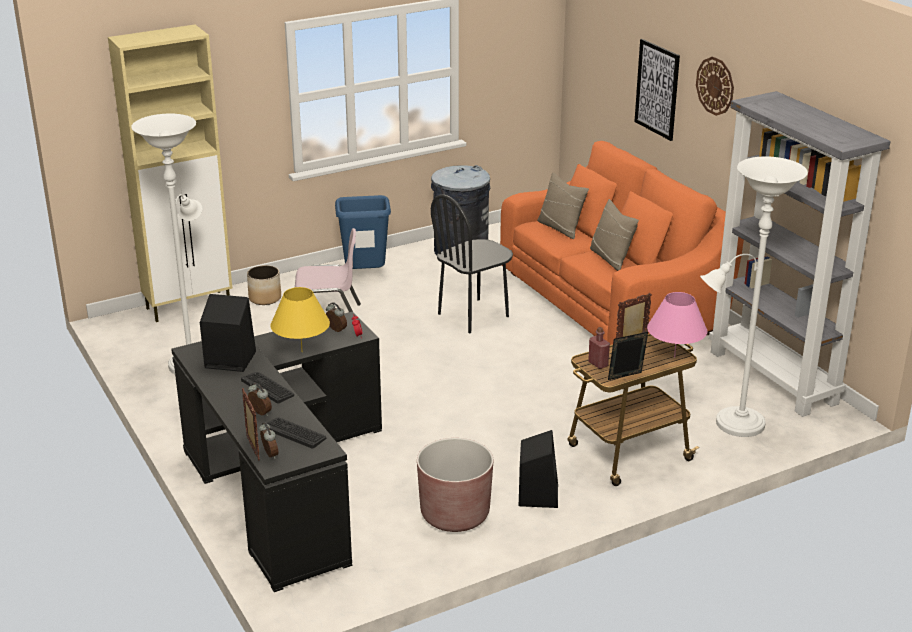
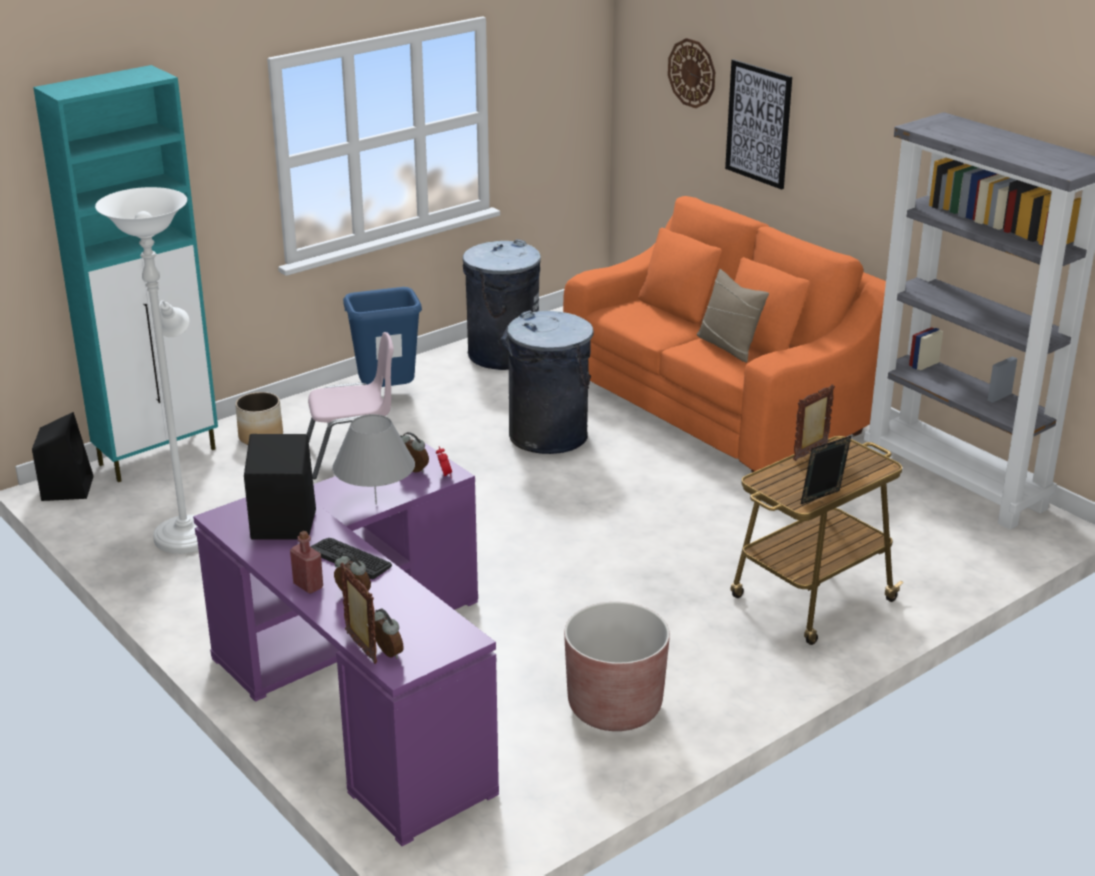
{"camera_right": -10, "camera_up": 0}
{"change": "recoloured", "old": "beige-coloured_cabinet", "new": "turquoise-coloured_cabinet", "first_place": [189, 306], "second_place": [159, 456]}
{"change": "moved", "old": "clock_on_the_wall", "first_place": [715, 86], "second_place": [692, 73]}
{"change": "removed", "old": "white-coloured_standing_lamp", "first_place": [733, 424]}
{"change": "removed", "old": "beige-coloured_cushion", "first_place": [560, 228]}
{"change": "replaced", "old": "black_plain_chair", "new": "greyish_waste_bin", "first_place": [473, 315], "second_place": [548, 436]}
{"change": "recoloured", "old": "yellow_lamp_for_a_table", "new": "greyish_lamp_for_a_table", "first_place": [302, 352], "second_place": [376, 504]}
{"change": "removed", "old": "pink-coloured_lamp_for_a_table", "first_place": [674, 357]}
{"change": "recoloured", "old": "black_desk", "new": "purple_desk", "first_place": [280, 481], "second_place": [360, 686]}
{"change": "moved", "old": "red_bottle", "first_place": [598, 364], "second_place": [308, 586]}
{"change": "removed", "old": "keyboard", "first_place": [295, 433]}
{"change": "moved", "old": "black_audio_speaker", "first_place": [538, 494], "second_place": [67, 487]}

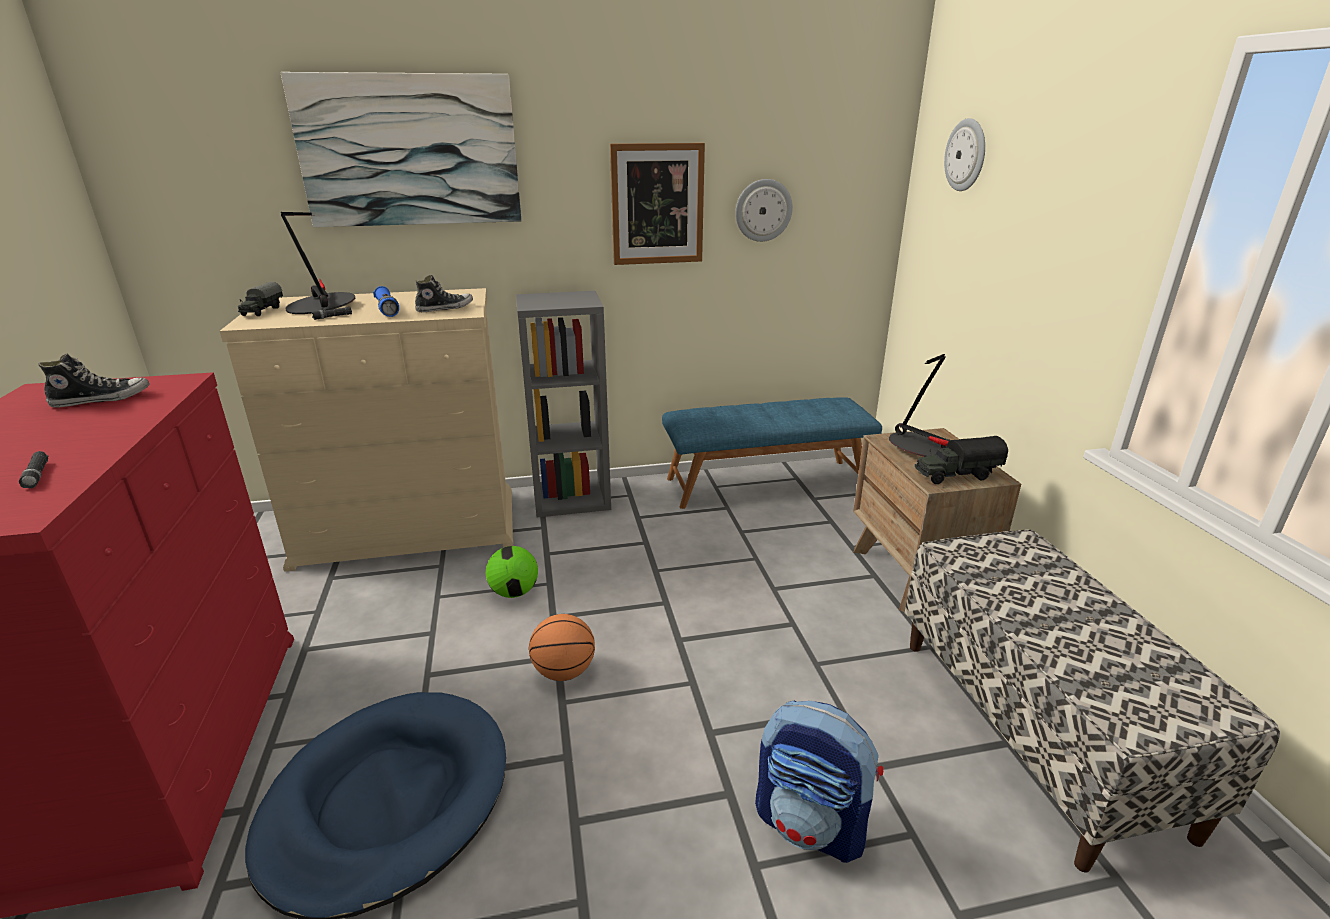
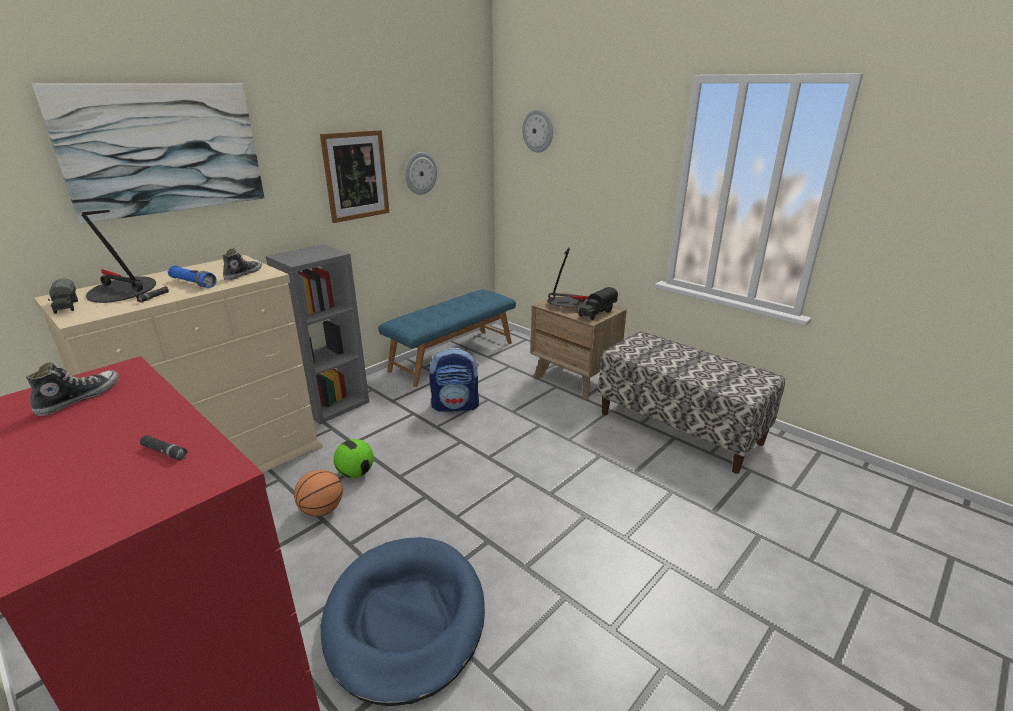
{"camera_right": -35, "camera_up": 0}
{"change": "moved", "old": "basketball_ball", "first_place": [564, 671], "second_place": [322, 510]}
{"change": "moved", "old": "knapsack", "first_place": [811, 824], "second_place": [456, 406]}

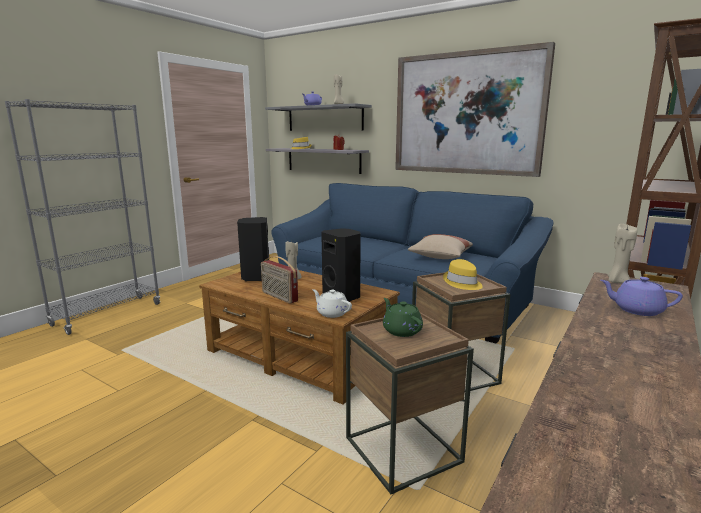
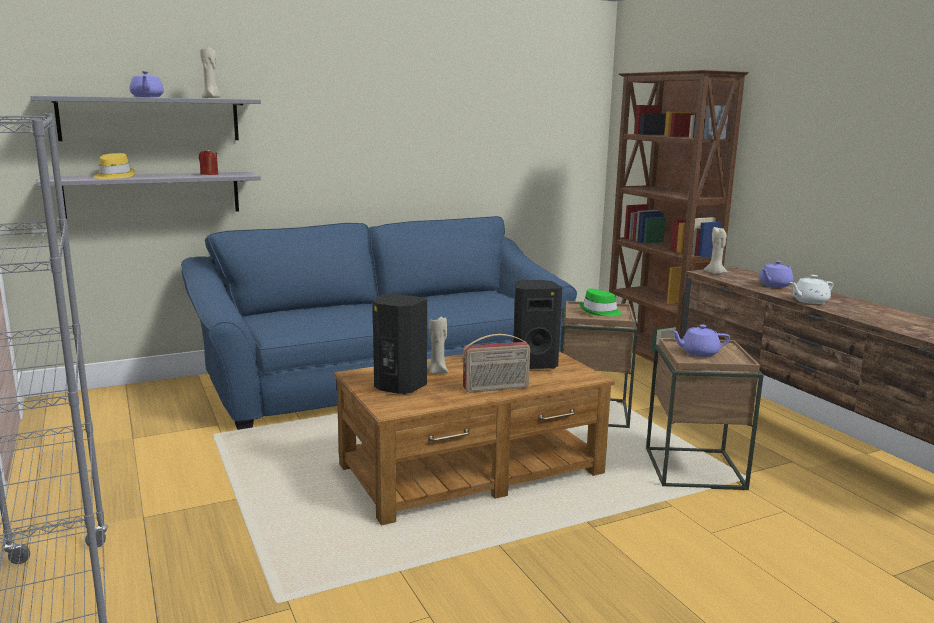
{"camera_right": -60, "camera_up": 0}
{"change": "removed", "old": "wall_picture", "first_place": [467, 114]}
{"change": "removed", "old": "beige-coloured_cushion", "first_place": [440, 257]}
{"change": "recoloured", "old": "yellow_wearable_hat", "new": "green_wearable_hat", "first_place": [462, 283], "second_place": [600, 312]}
{"change": "moved", "old": "white-coloured_teapot", "first_place": [331, 313], "second_place": [809, 301]}
{"change": "recoloured", "old": "green_teapot", "new": "purple_teapot", "first_place": [401, 330], "second_place": [698, 353]}

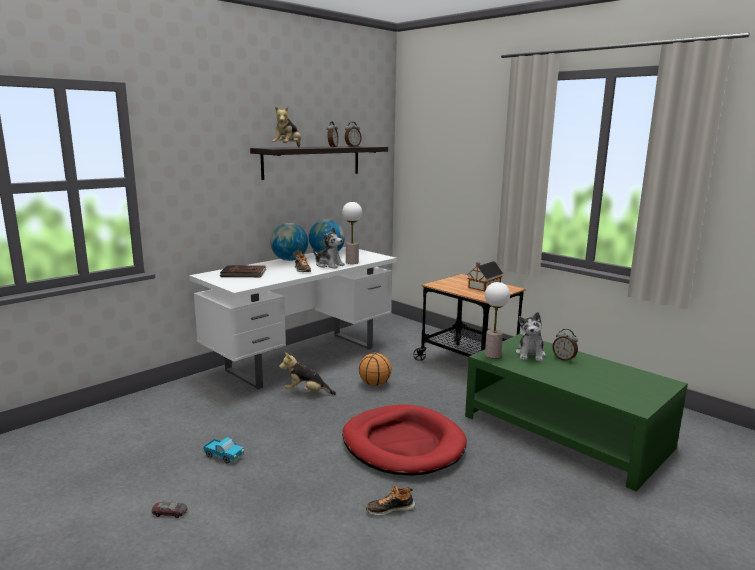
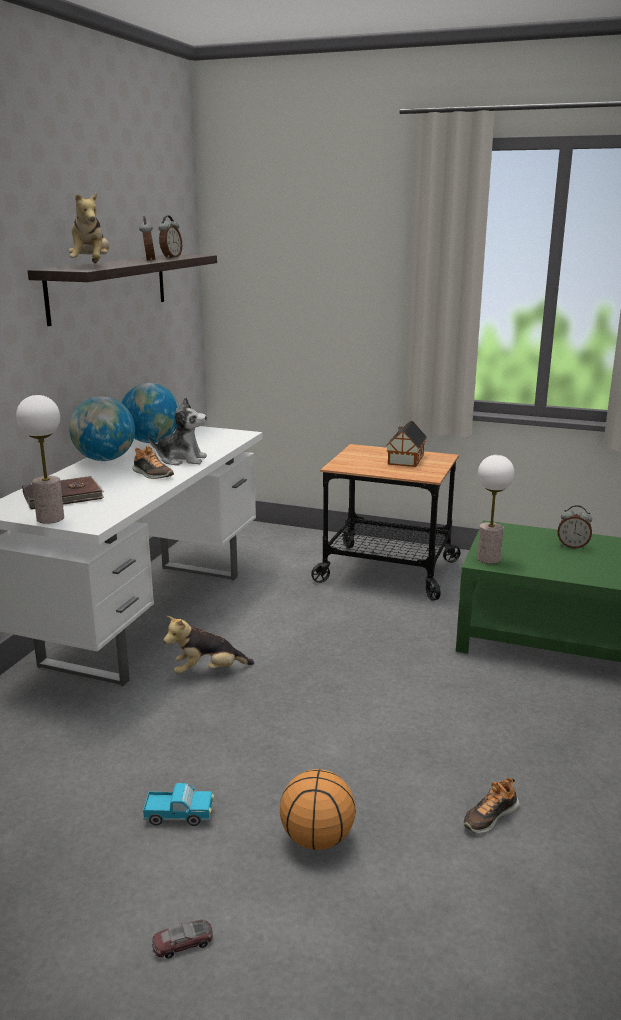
{"camera_right": -25, "camera_up": 5}
{"change": "moved", "old": "lamp_for_a_table", "first_place": [352, 262], "second_place": [50, 518]}
{"change": "removed", "old": "plush_toy", "first_place": [530, 354]}
{"change": "moved", "old": "basketball_ball", "first_place": [375, 384], "second_place": [318, 838]}
{"change": "removed", "old": "red_pet_bed", "first_place": [403, 444]}

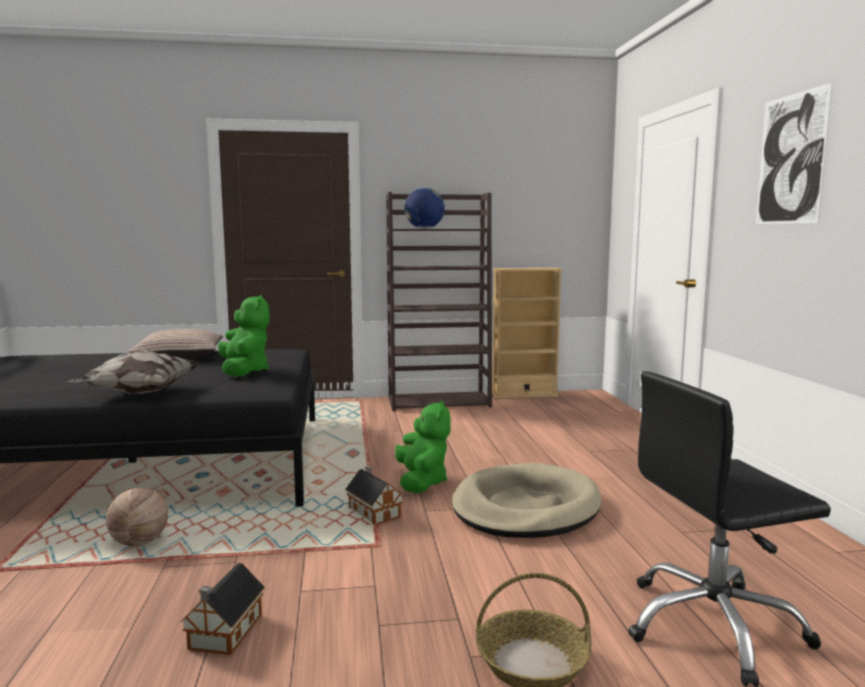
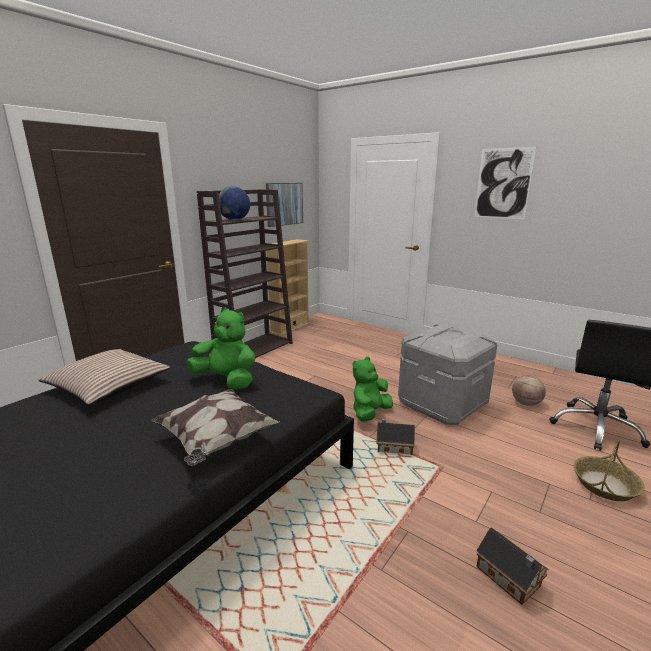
{"camera_right": -45, "camera_up": 10}
{"change": "turned", "old": "green_plush_toy", "first_place": [421, 482], "second_place": [370, 413], "degrees": -90}
{"change": "replaced", "old": "beige-coloured_pet_bed", "new": "greyish_storage_container", "first_place": [525, 508], "second_place": [442, 404]}
{"change": "moved", "old": "basketball_ball", "first_place": [139, 543], "second_place": [526, 403]}
{"change": "added", "new": "wall_picture", "second_place": [284, 204]}

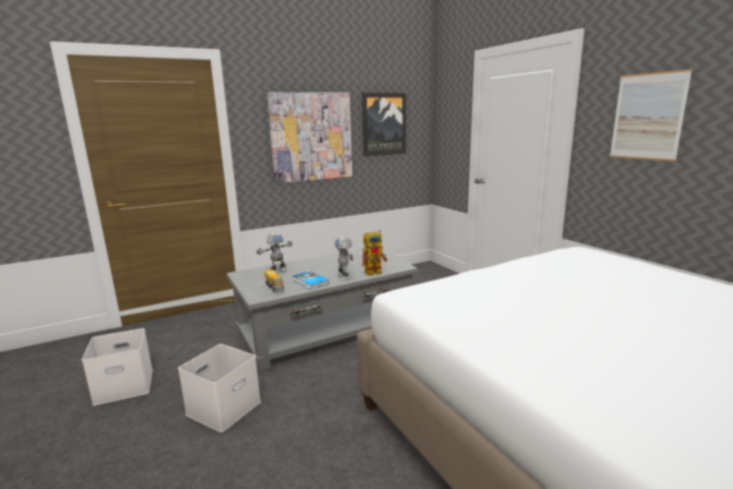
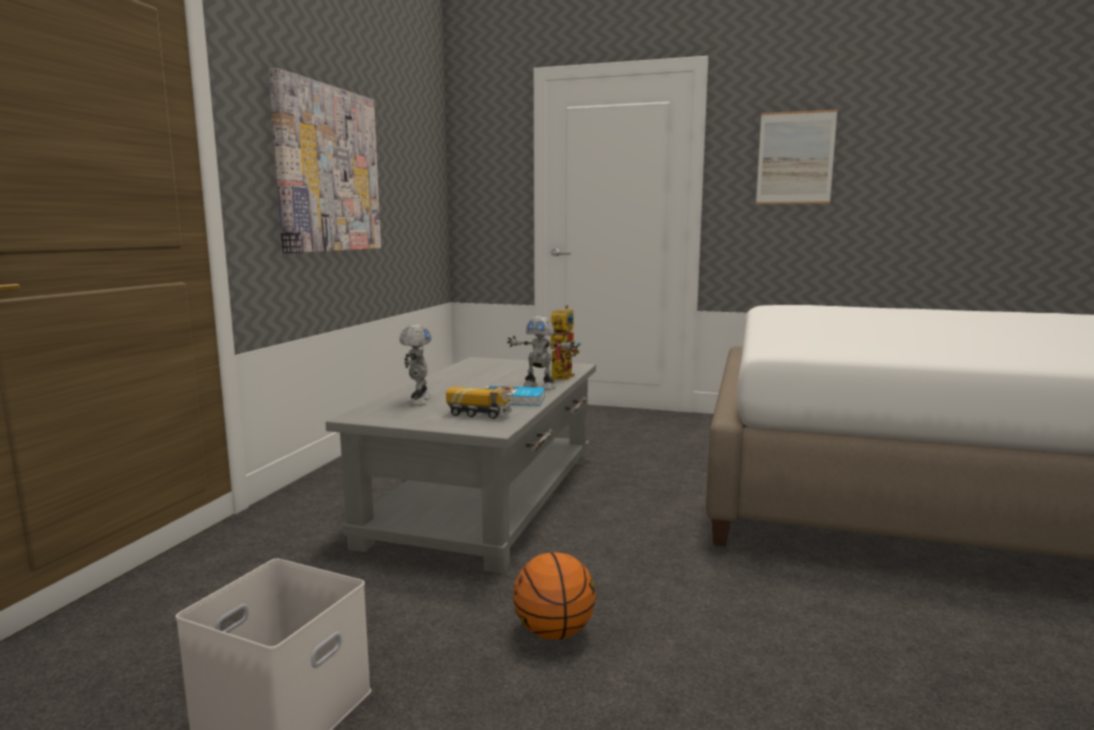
{"camera_right": -45, "camera_up": -5}
{"change": "removed", "old": "wall_picture", "first_place": [384, 124]}
{"change": "replaced", "old": "white-coloured_storage_container", "new": "basketball_ball", "first_place": [224, 407], "second_place": [554, 632]}

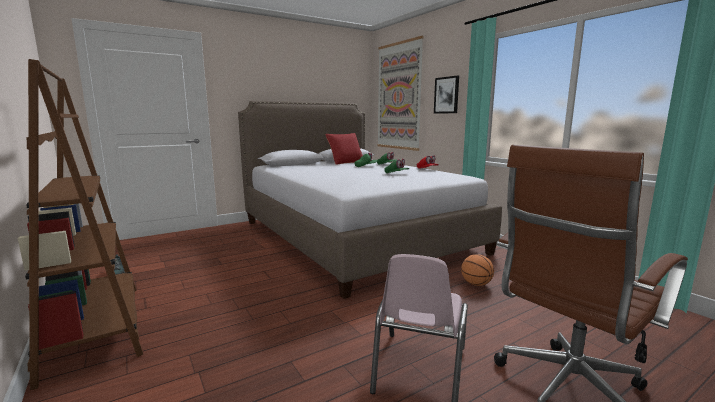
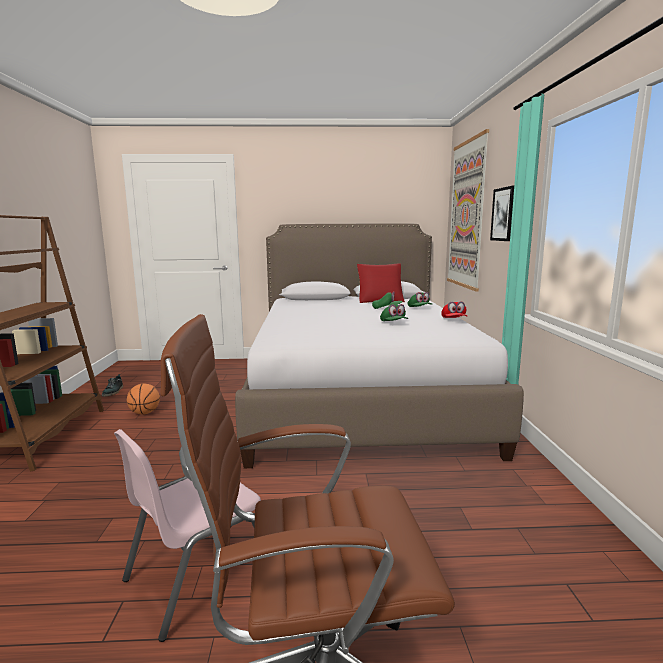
{"camera_right": 30, "camera_up": 0}
{"change": "moved", "old": "basketball_ball", "first_place": [476, 284], "second_place": [144, 413]}

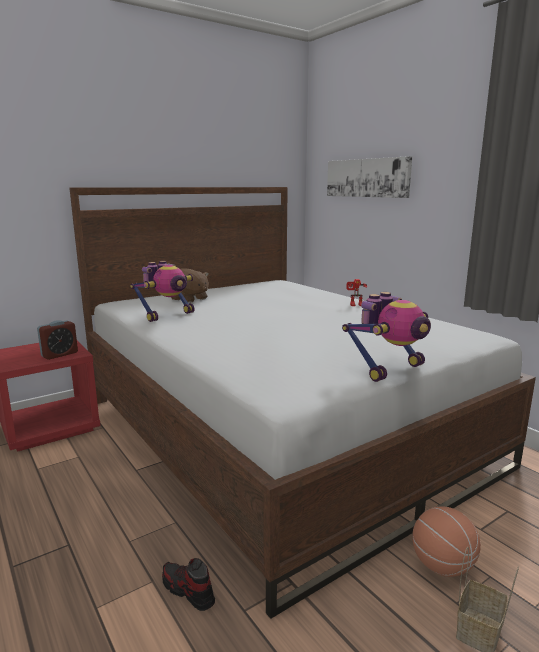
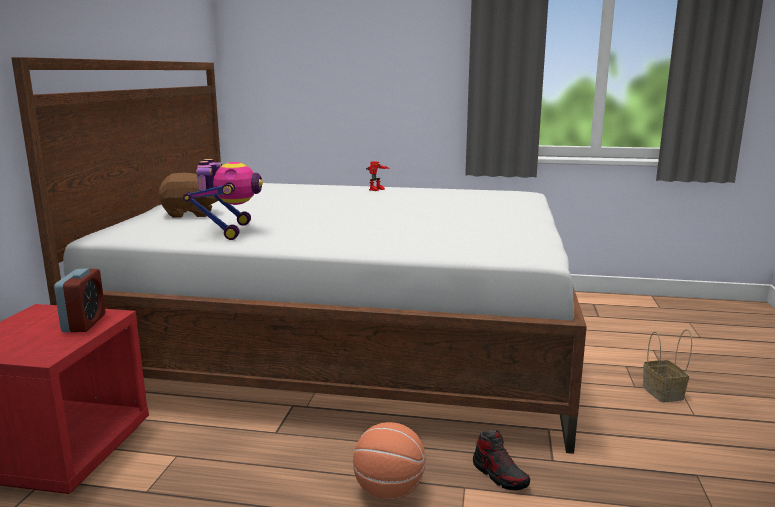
{"camera_right": -45, "camera_up": 0}
{"change": "removed", "old": "wall_picture", "first_place": [367, 178]}
{"change": "removed", "old": "model_robot", "first_place": [389, 369]}
{"change": "moved", "old": "basketball_ball", "first_place": [442, 565], "second_place": [388, 490]}
{"change": "turned", "old": "shoe", "first_place": [188, 591], "second_place": [500, 475], "degrees": -120}

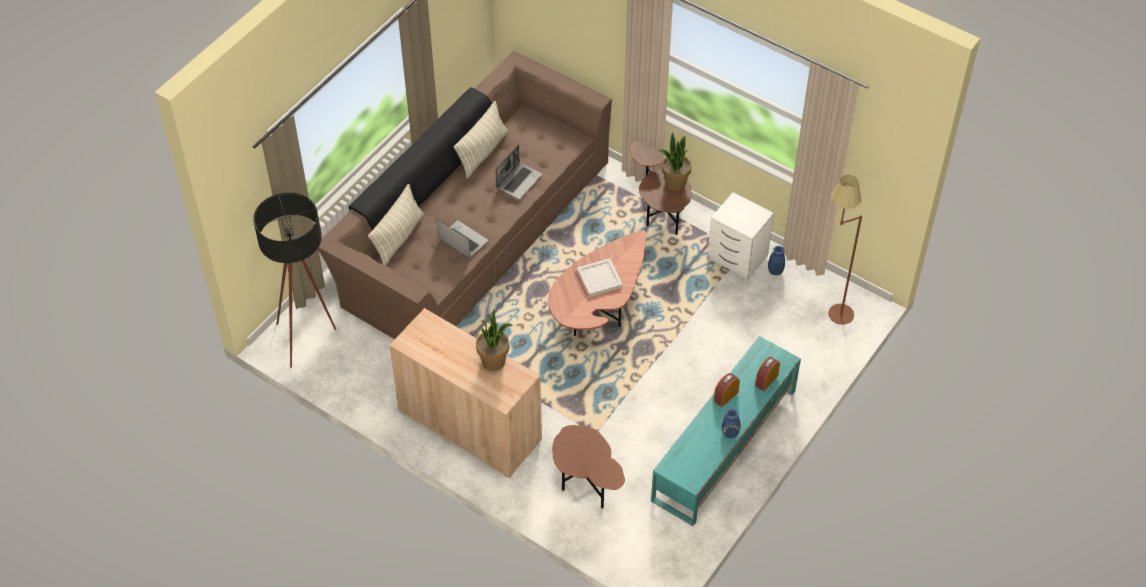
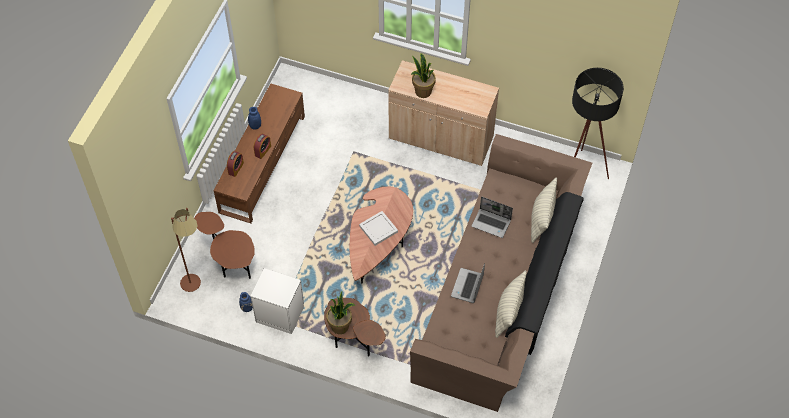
{"camera_right": 165, "camera_up": 5}
{"change": "recoloured", "old": "turquoise-coloured_tv_stand", "new": "brownish_tv_stand", "first_place": [723, 445], "second_place": [263, 163]}
{"change": "moved", "old": "brownish_side_table", "first_place": [586, 486], "second_place": [231, 262]}

